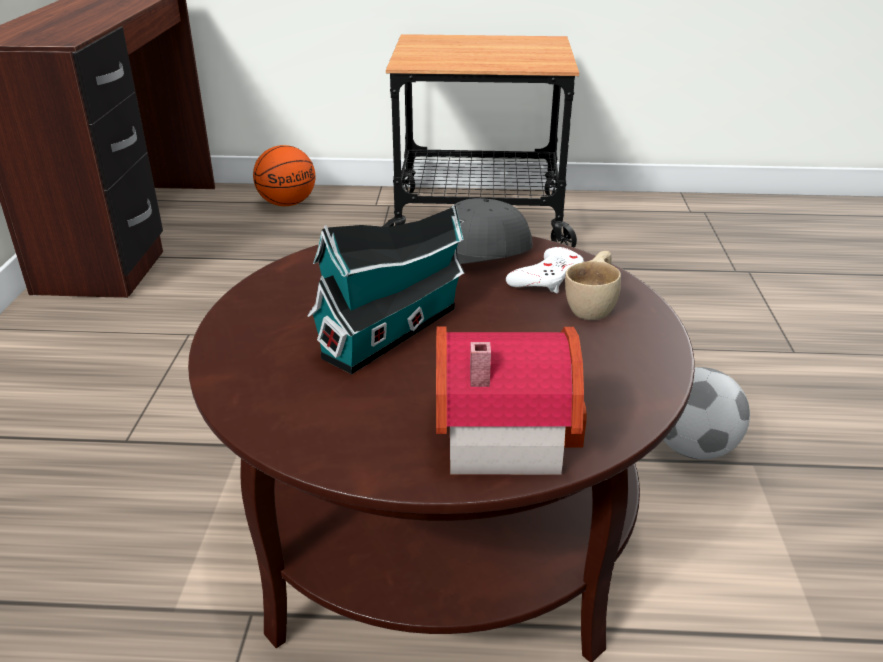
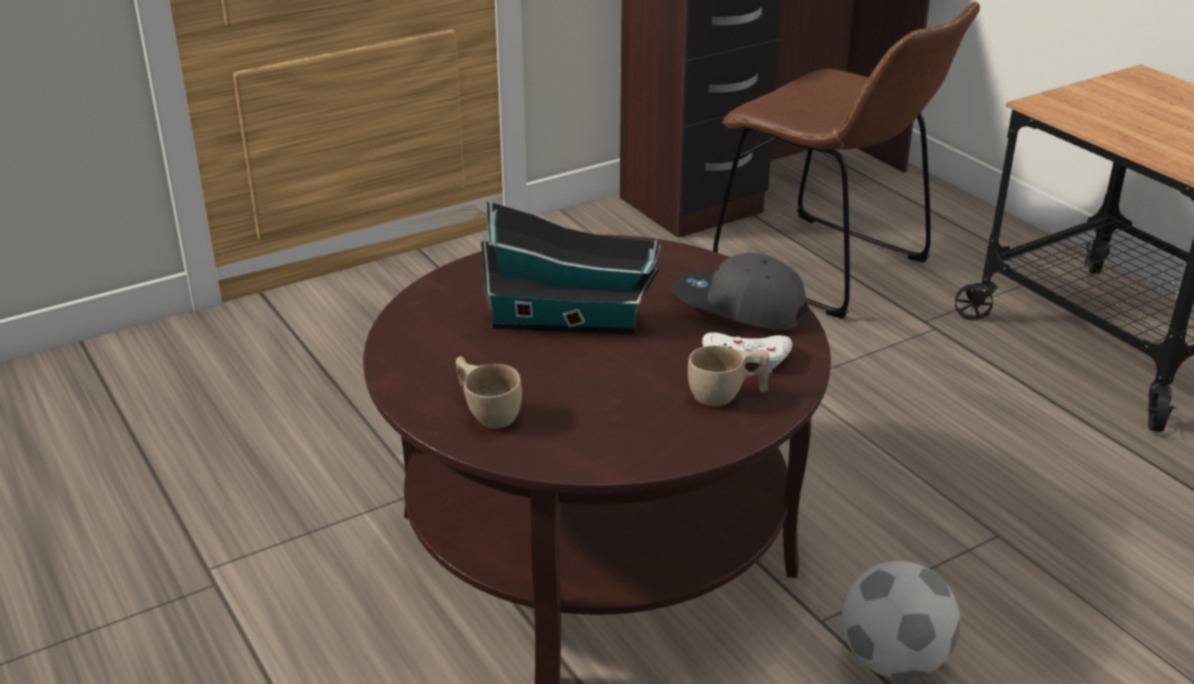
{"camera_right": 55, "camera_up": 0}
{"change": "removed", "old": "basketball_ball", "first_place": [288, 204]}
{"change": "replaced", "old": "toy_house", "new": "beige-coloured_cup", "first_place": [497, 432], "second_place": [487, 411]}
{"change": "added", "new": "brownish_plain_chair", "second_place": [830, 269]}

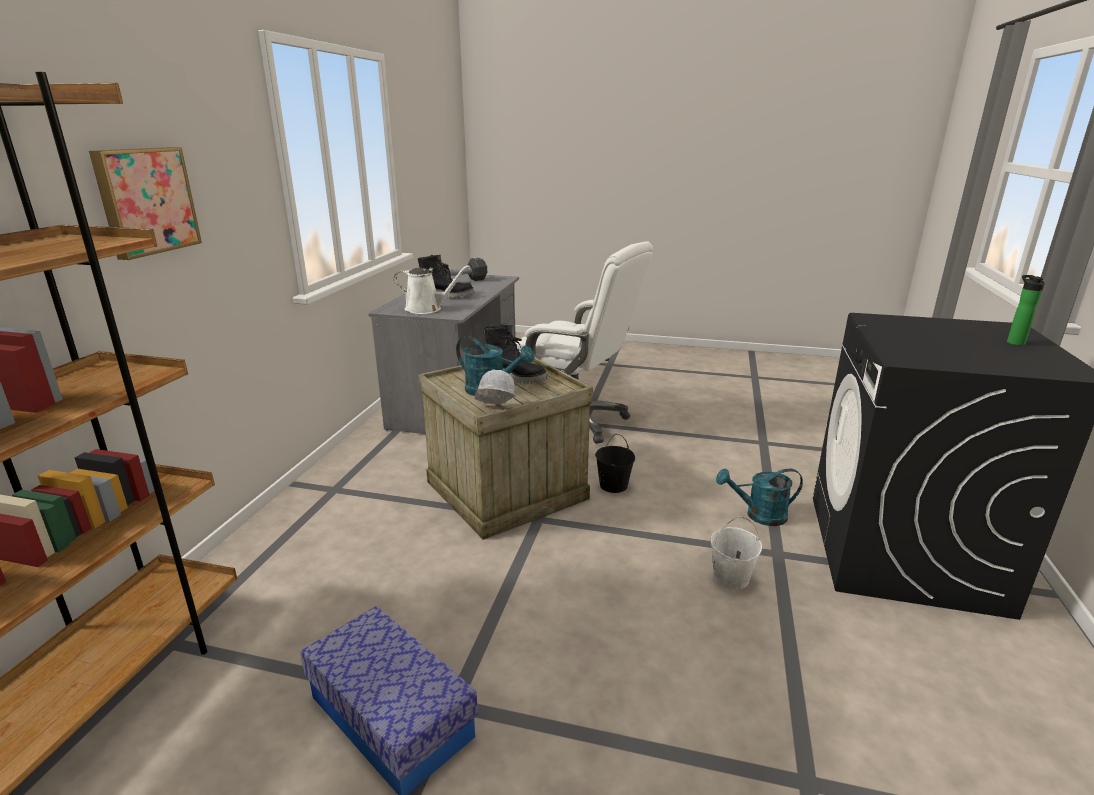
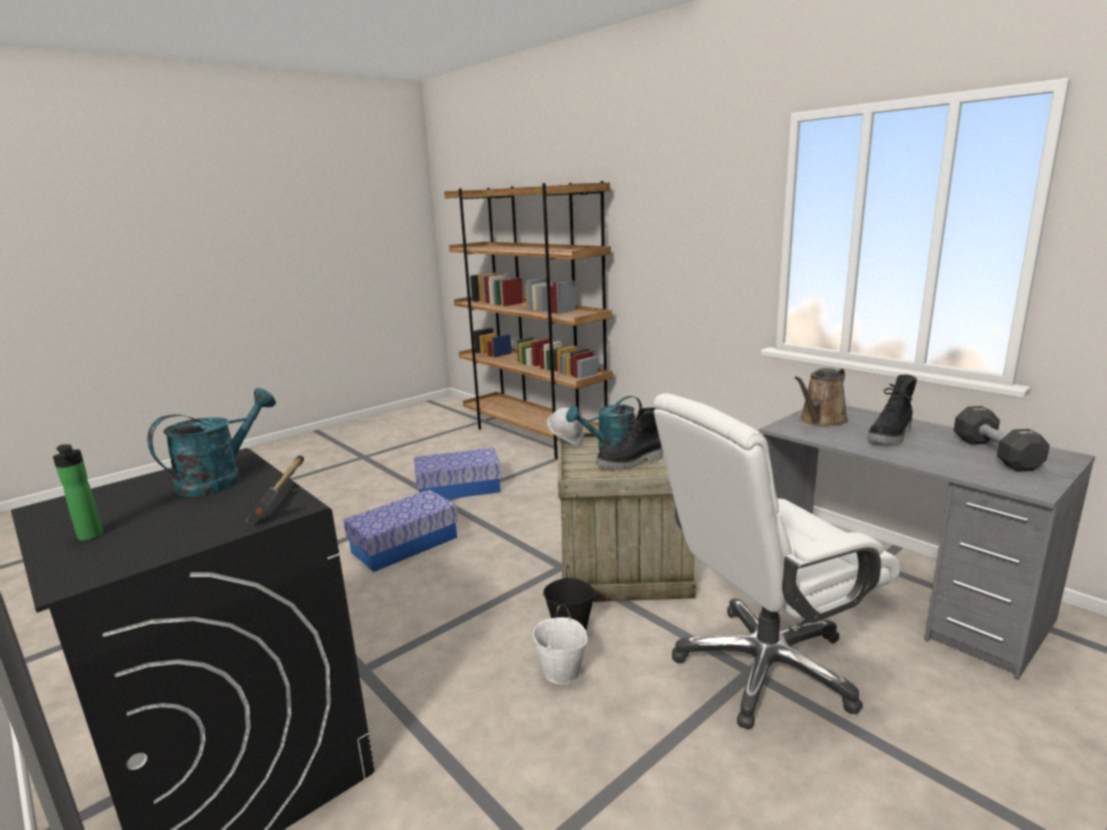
{"camera_right": 125, "camera_up": -5}
{"change": "removed", "old": "wall_picture", "first_place": [145, 201]}
{"change": "recoloured", "old": "white-coloured_sprinkling_can", "new": "brownish_sprinkling_can", "first_place": [427, 309], "second_place": [821, 420]}
{"change": "moved", "old": "turquoise-coloured_sprinkling_can", "first_place": [759, 515], "second_place": [220, 479]}
{"change": "moved", "old": "white-coloured_water_bucket", "first_place": [730, 577], "second_place": [562, 672]}
{"change": "added", "new": "hand_hammer", "second_place": [281, 498]}
{"change": "added", "new": "storage_container", "second_place": [405, 545]}

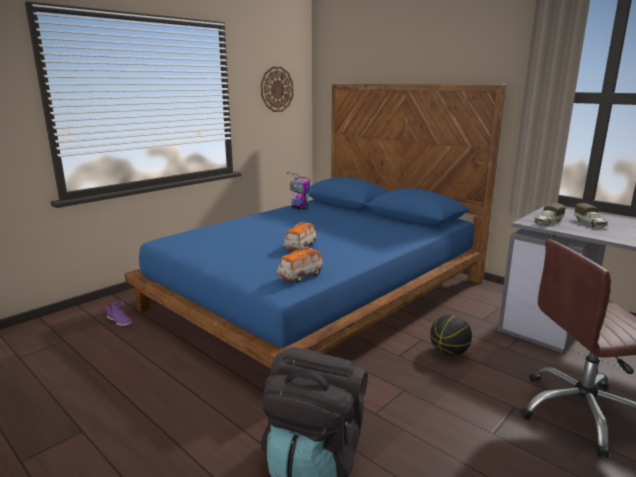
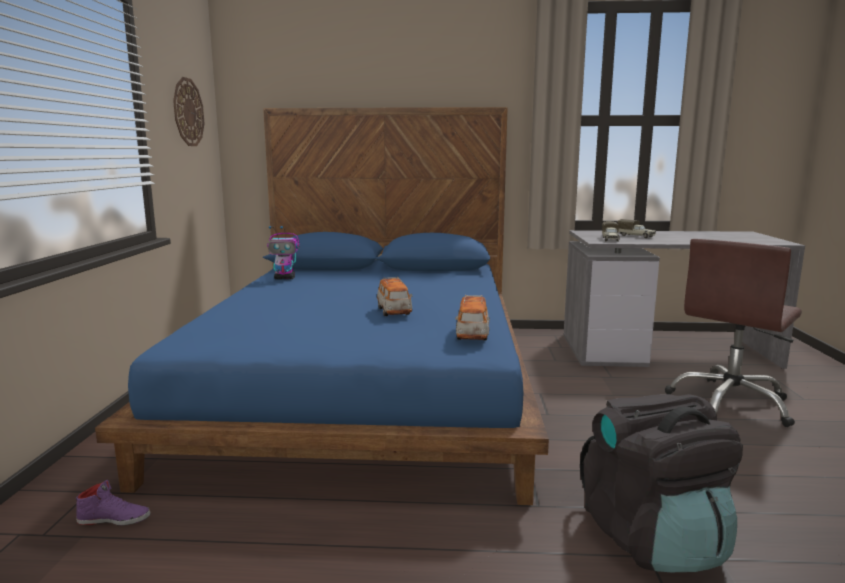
{"camera_right": -40, "camera_up": -5}
{"change": "removed", "old": "basketball_ball", "first_place": [449, 352]}

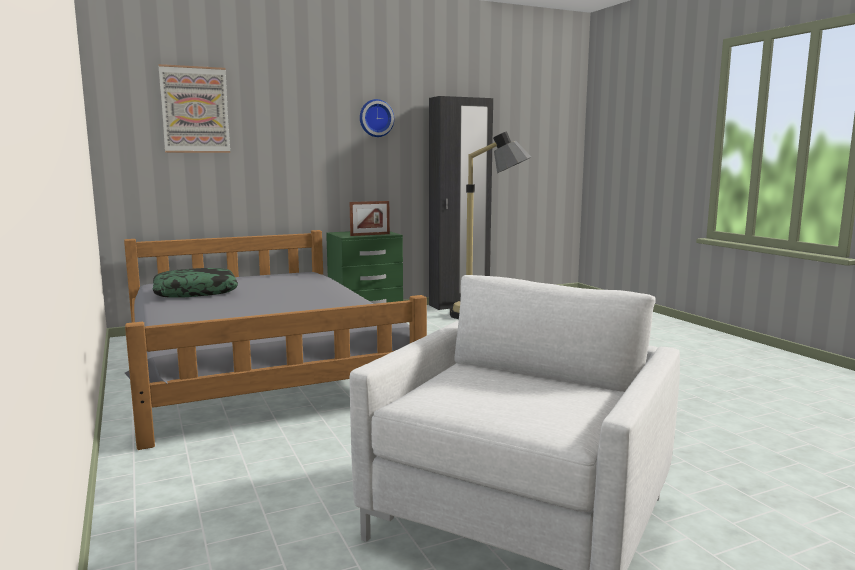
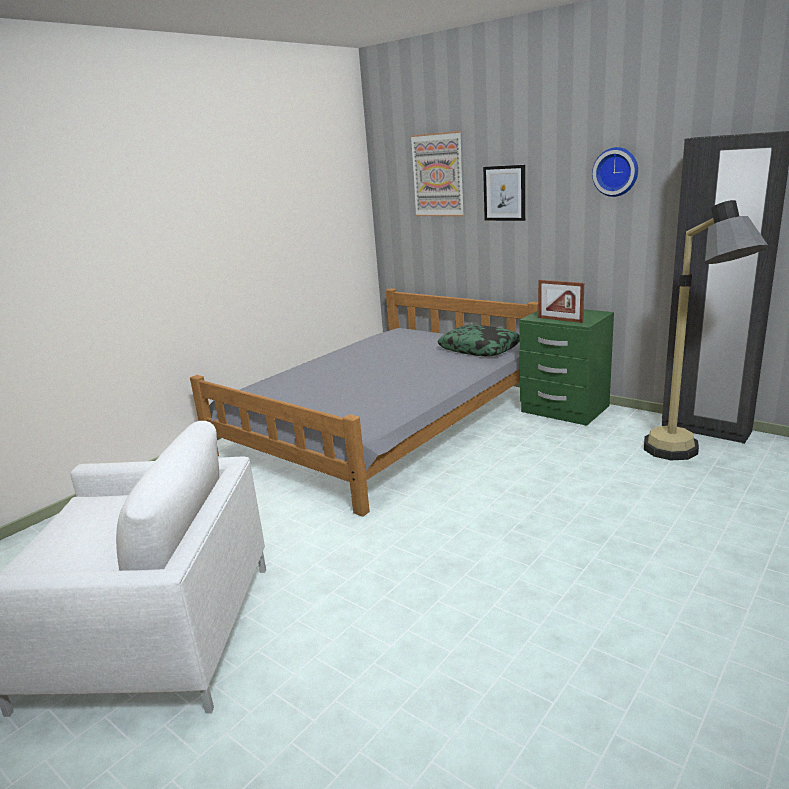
{"camera_right": 65, "camera_up": 10}
{"change": "moved", "old": "cushion", "first_place": [196, 292], "second_place": [479, 349]}
{"change": "added", "new": "wall_picture", "second_place": [504, 193]}

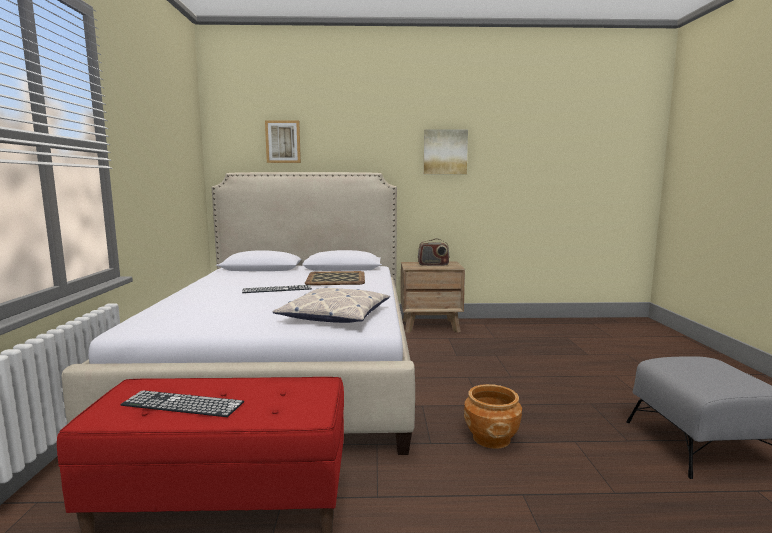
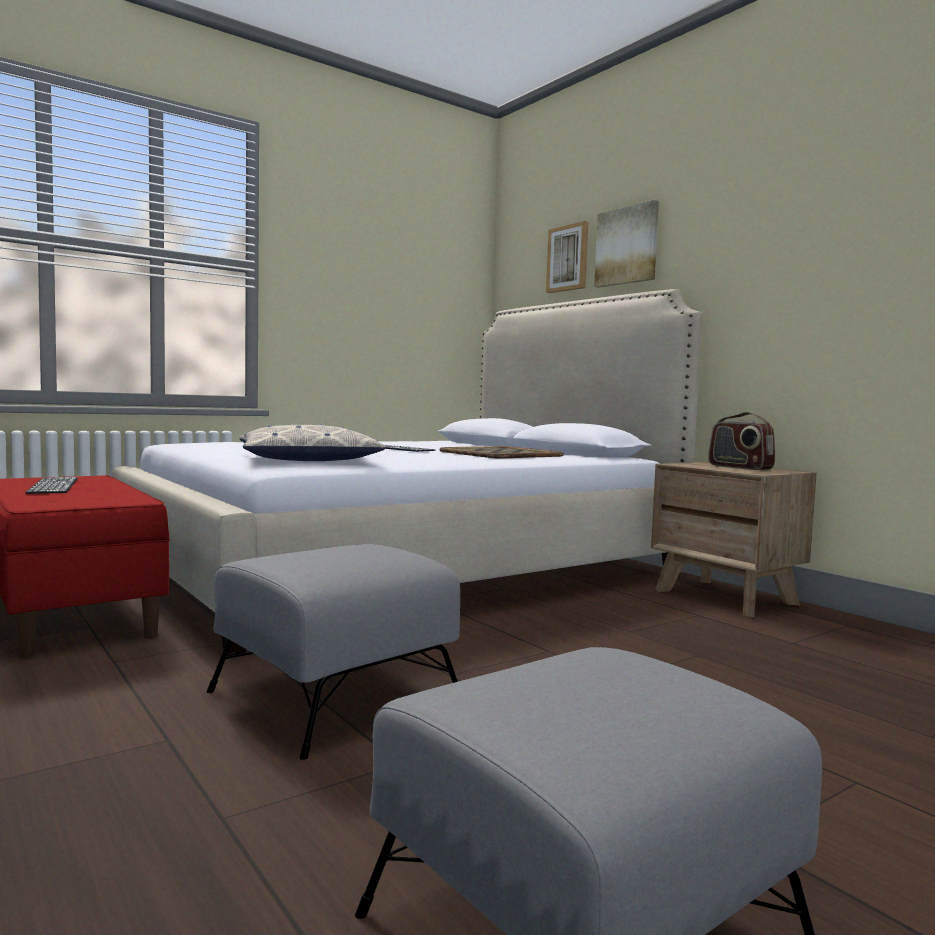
{"camera_right": 55, "camera_up": -5}
{"change": "moved", "old": "wall_picture", "first_place": [445, 152], "second_place": [627, 246]}
{"change": "replaced", "old": "brownish_planter", "new": "greyish_footrest", "first_place": [491, 438], "second_place": [333, 697]}

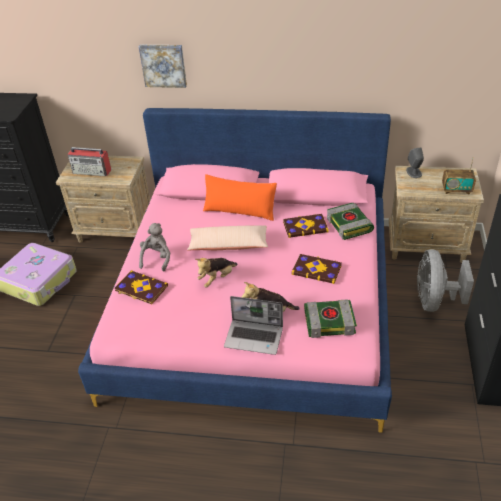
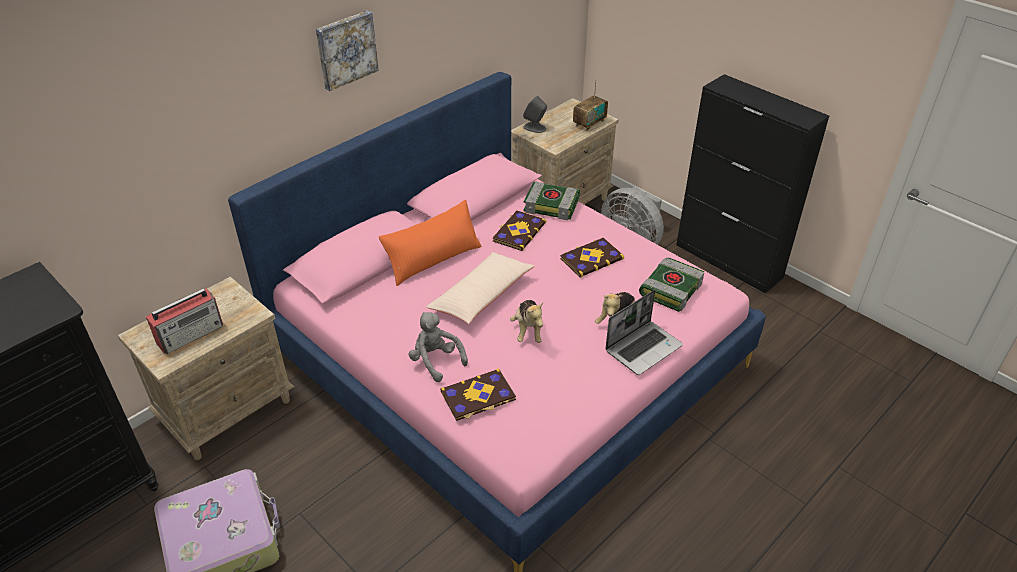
{"camera_right": -55, "camera_up": 0}
{"change": "moved", "old": "wall_picture", "first_place": [163, 65], "second_place": [346, 49]}

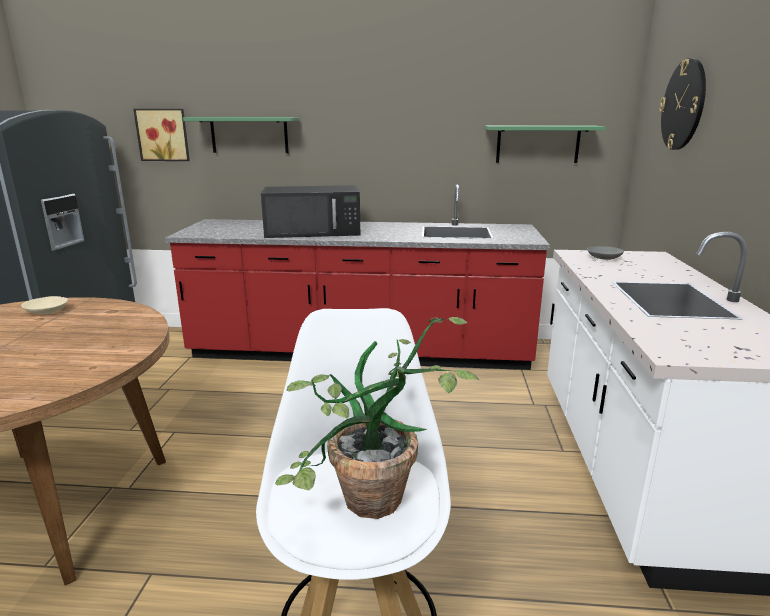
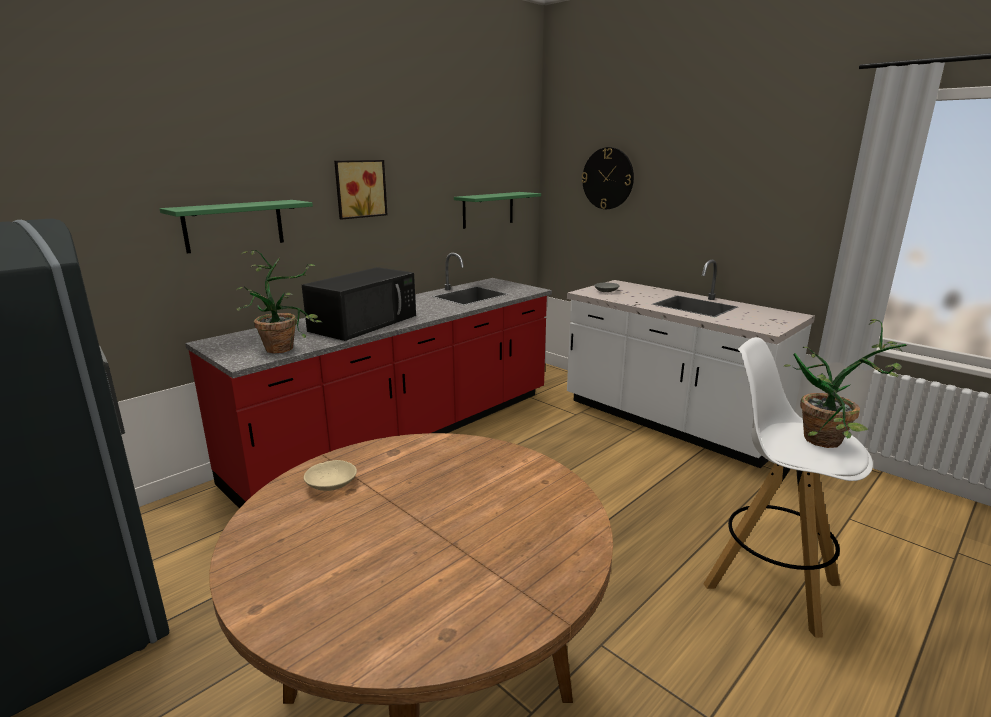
{"camera_right": -50, "camera_up": 0}
{"change": "moved", "old": "wall_picture", "first_place": [163, 135], "second_place": [359, 189]}
{"change": "added", "new": "plant_in_a_pot", "second_place": [285, 346]}

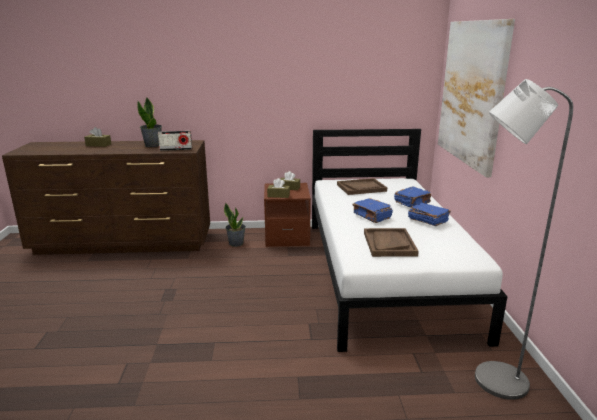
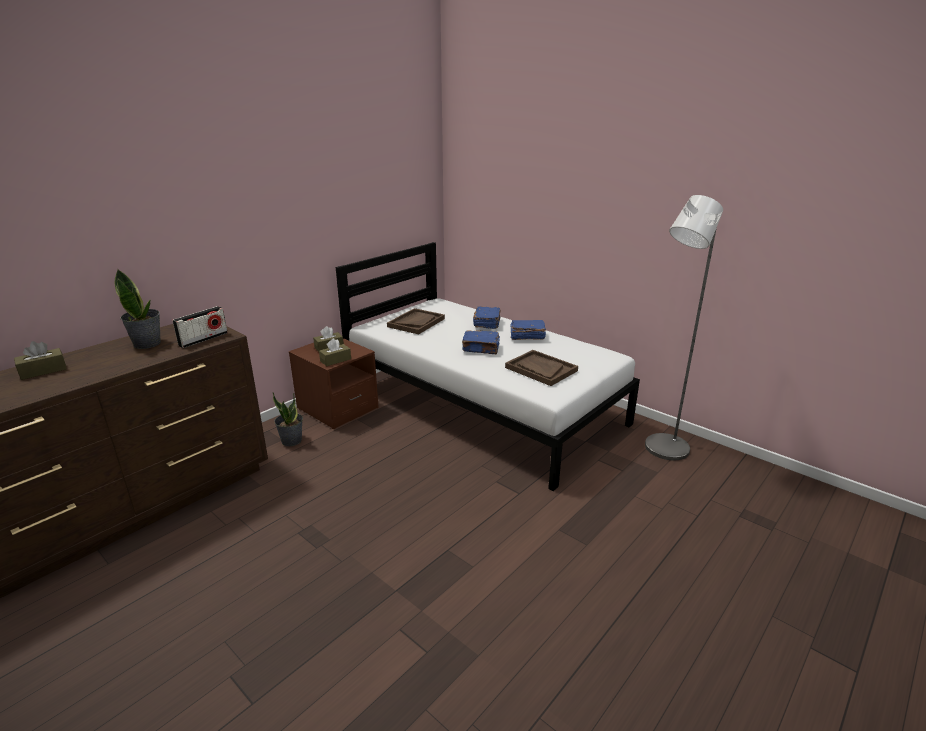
{"camera_right": -45, "camera_up": 5}
{"change": "removed", "old": "wall_picture", "first_place": [471, 93]}

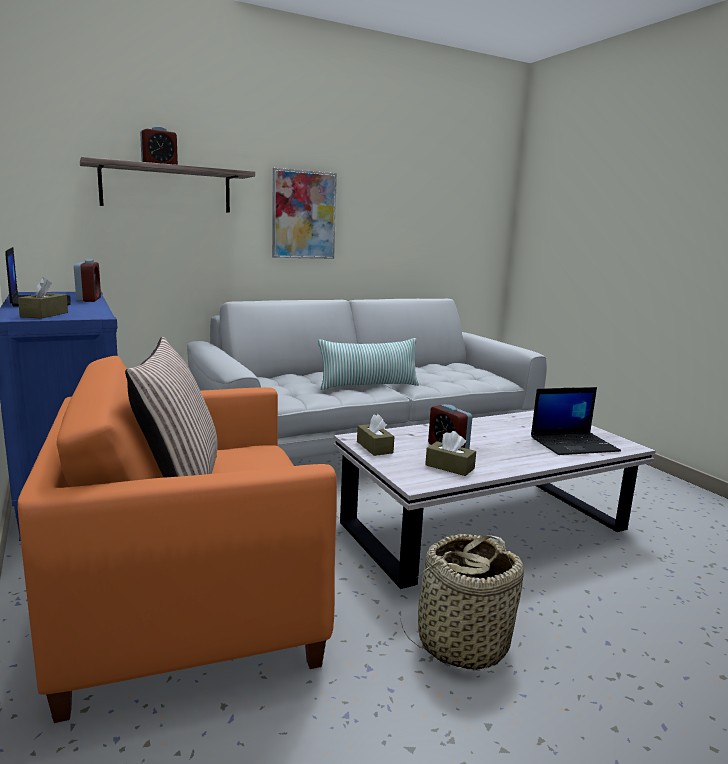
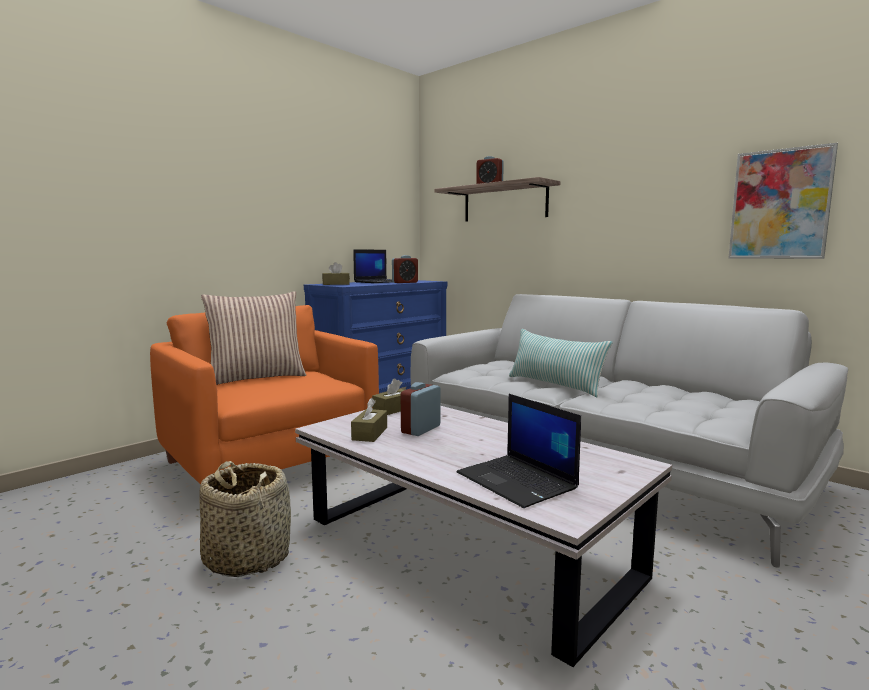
{"camera_right": 70, "camera_up": -5}
{"change": "moved", "old": "wall_picture", "first_place": [304, 215], "second_place": [780, 204]}

